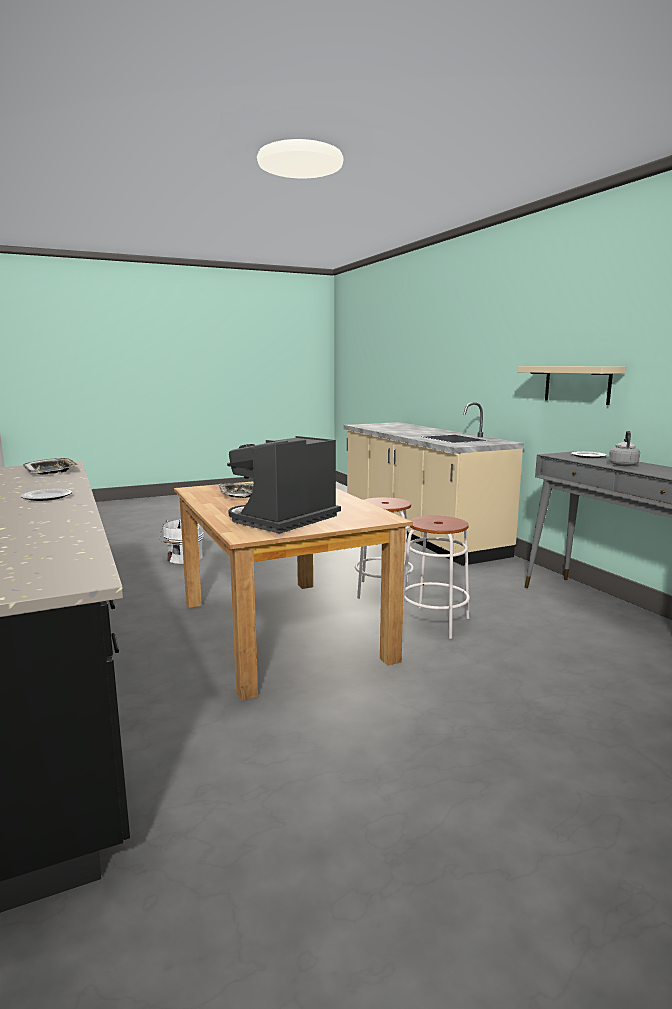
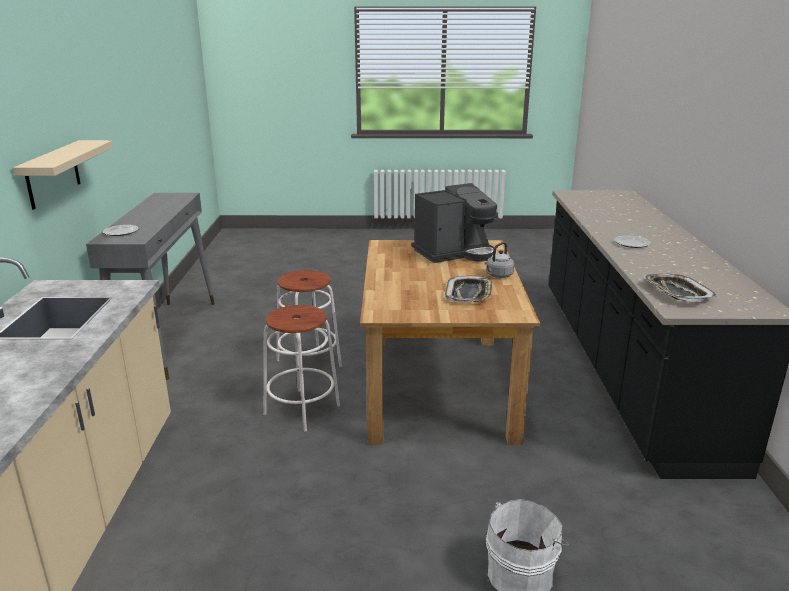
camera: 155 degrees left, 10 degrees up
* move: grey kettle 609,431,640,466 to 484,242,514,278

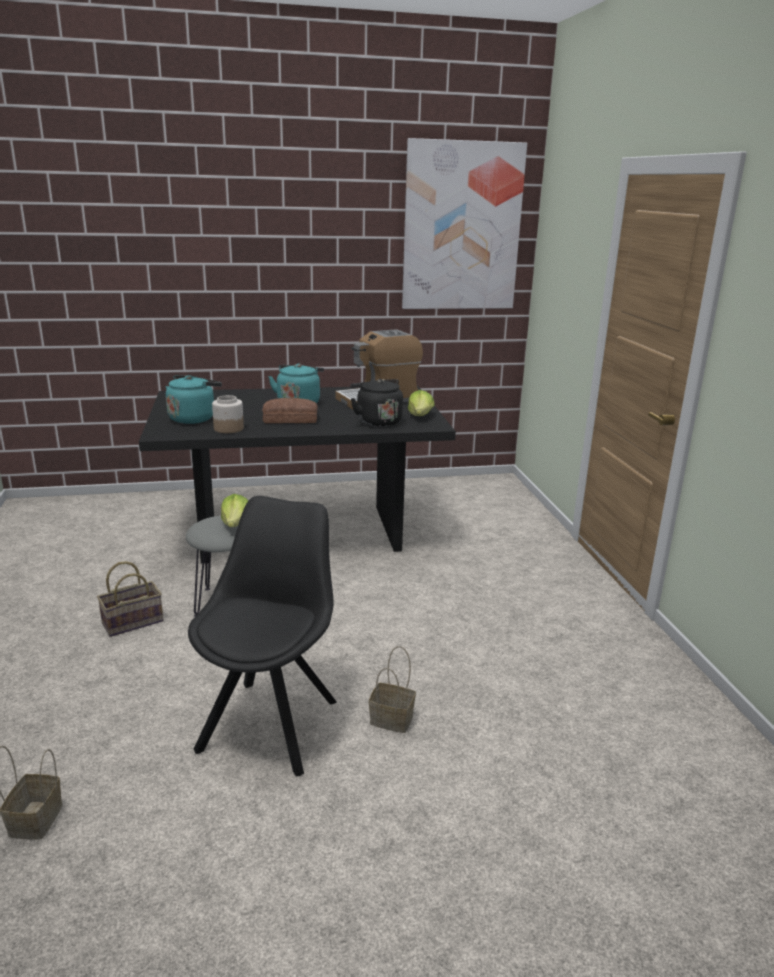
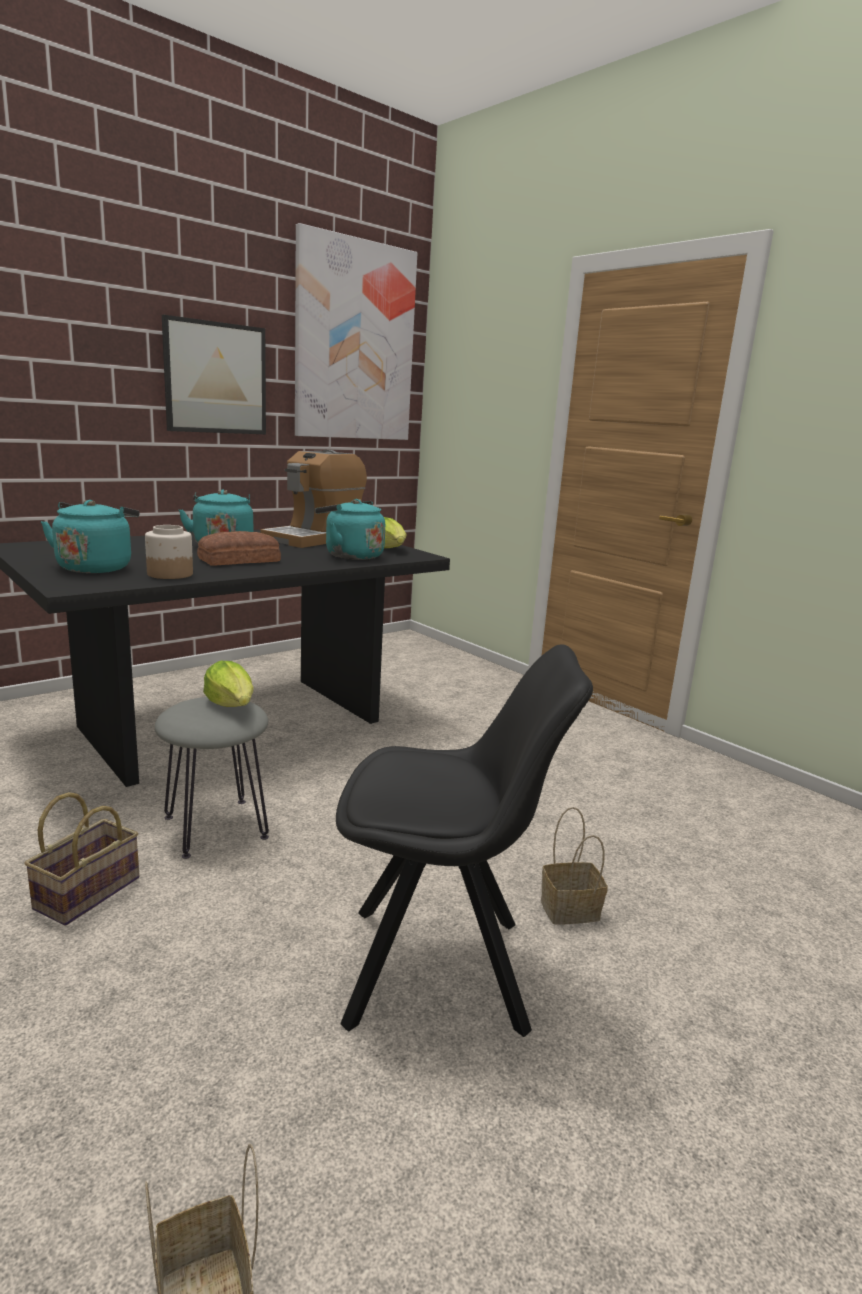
camera: 30 degrees left, 5 degrees down
* insert: picture 162,315,266,434
* recolor: black kettle 350,379,403,427 to turquoise kettle 315,499,385,560
* rotate: black chair 188,496,337,777 = 336,644,593,1037 105 degrees clockwise

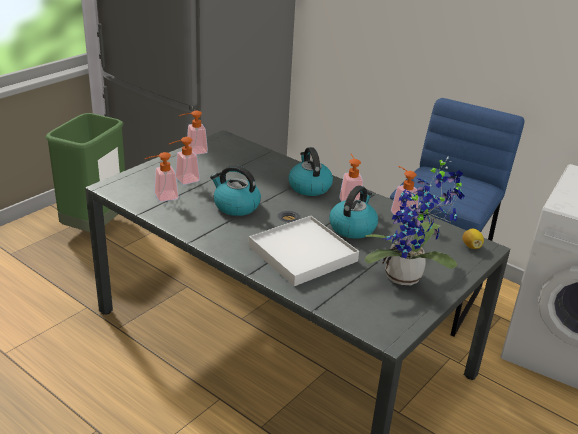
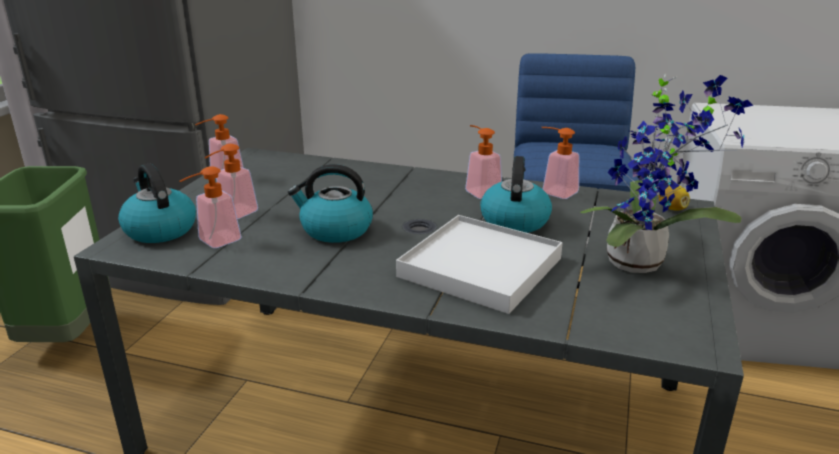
camera: 20 degrees left, 5 degrees down
* move: kettle 288,147,333,196 to 118,164,196,243

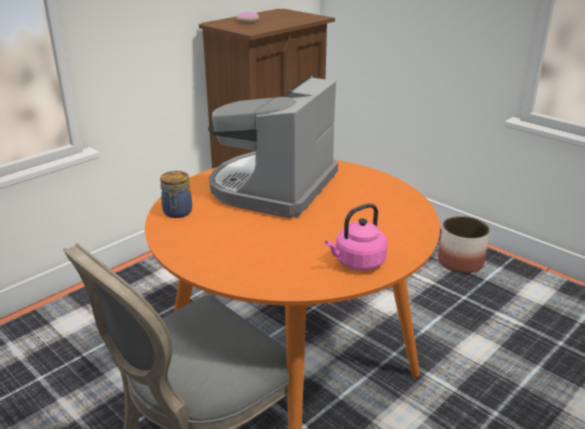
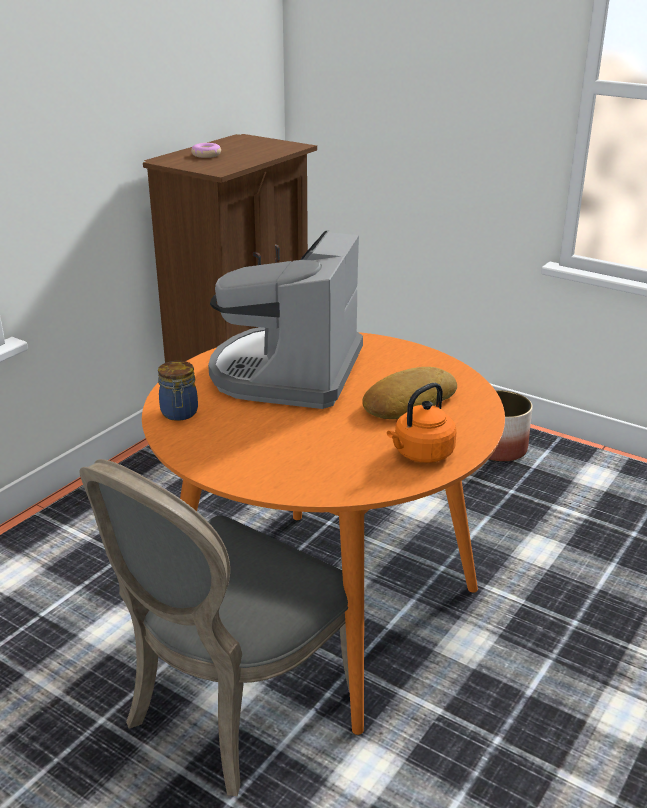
camera: 10 degrees left, 0 degrees up
* insert: bread 362,367,457,419
* recolor: pink kettle 325,203,388,271 to orange kettle 387,383,457,463

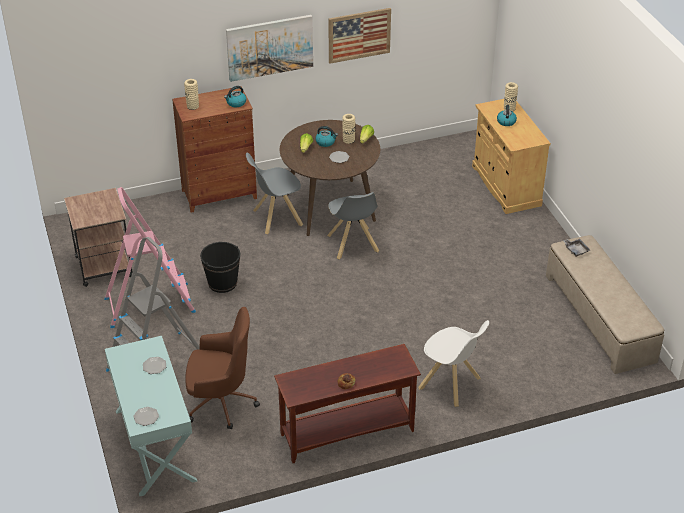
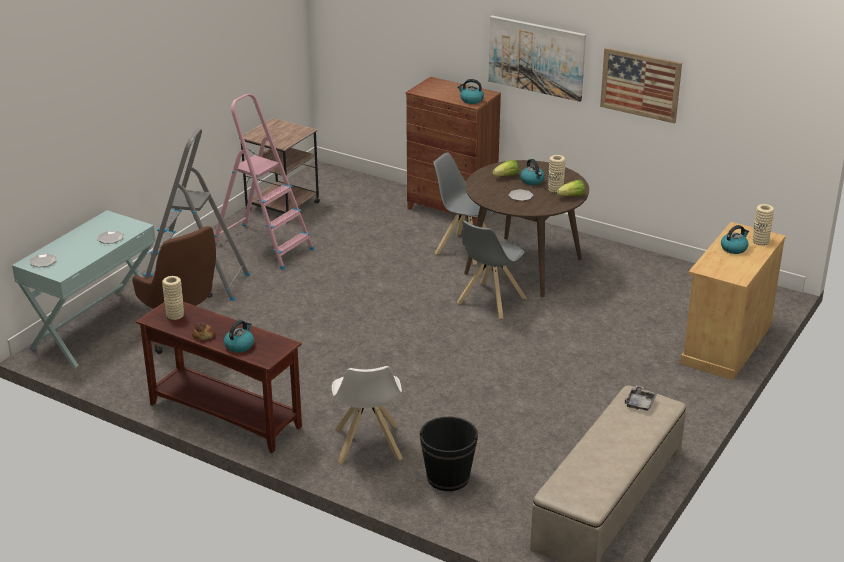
camera: 50 degrees right, 10 degrees down
* insert: kettle 224,320,254,353
* move: beige vase 184,79,199,110 to 162,276,184,320
* move: black bucket 200,242,241,293 to 420,417,478,491

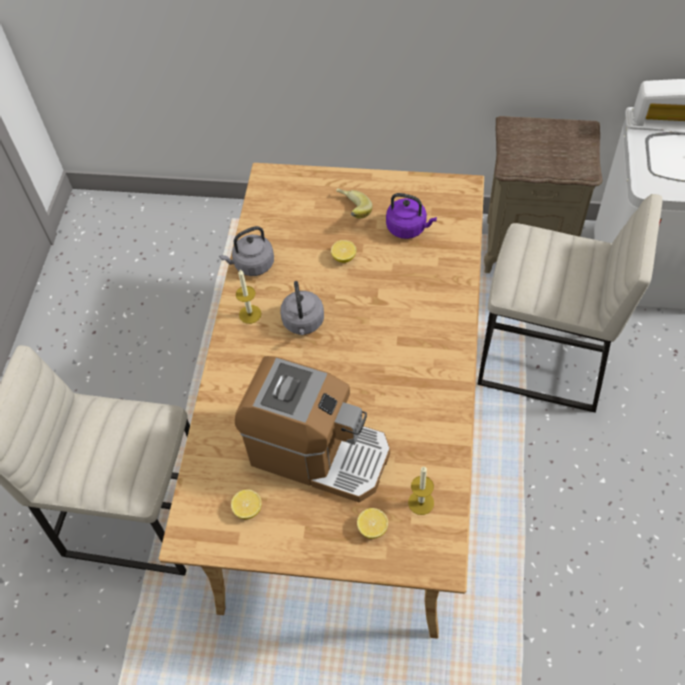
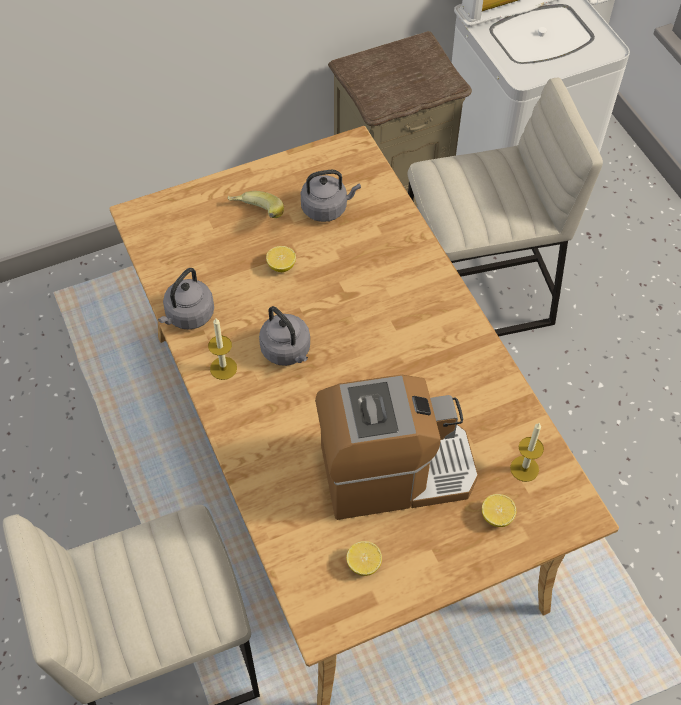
camera: 35 degrees left, 0 degrees up
* recolor: purple kettle 386,193,437,239 to grey kettle 301,170,361,222

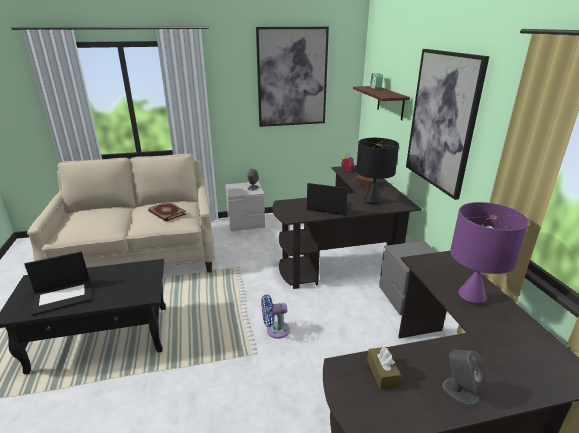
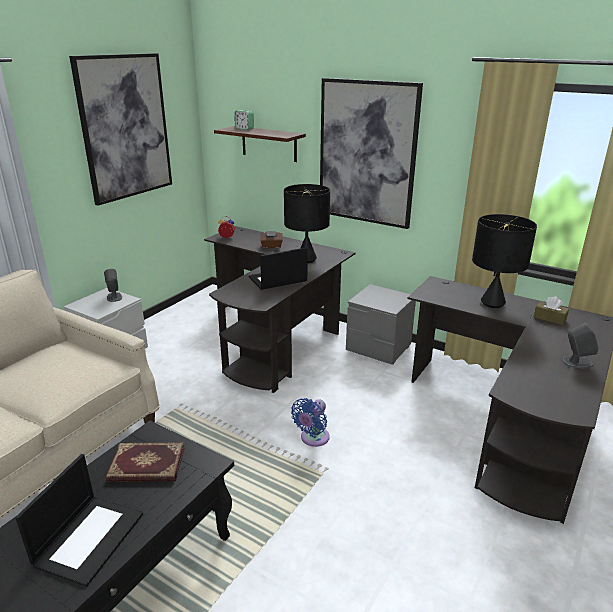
camera: 45 degrees left, 0 degrees up
* move: book 148,201,186,222 to 106,443,185,482
* move: brown tissue box 367,346,401,389 to 534,296,569,325
* recolor: purple table lamp 450,202,529,304 to black table lamp 472,214,537,308

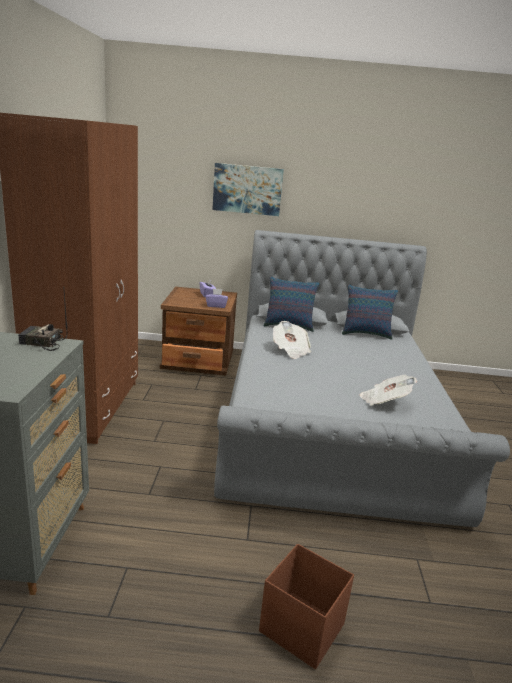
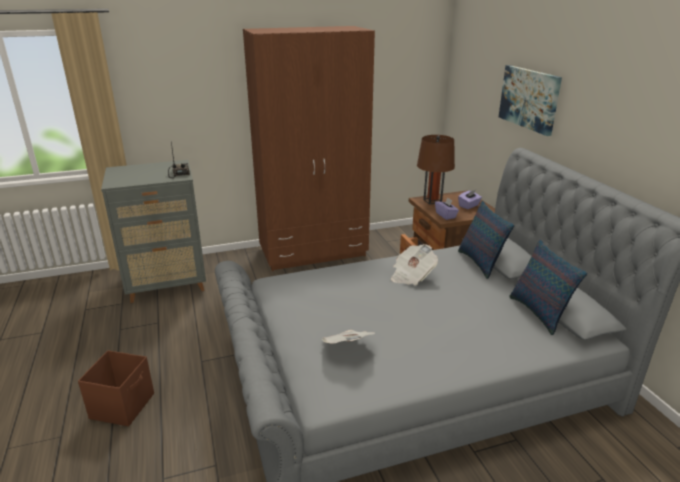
camera: 70 degrees right, 5 degrees up
* insert: brown table lamp 417,135,455,204

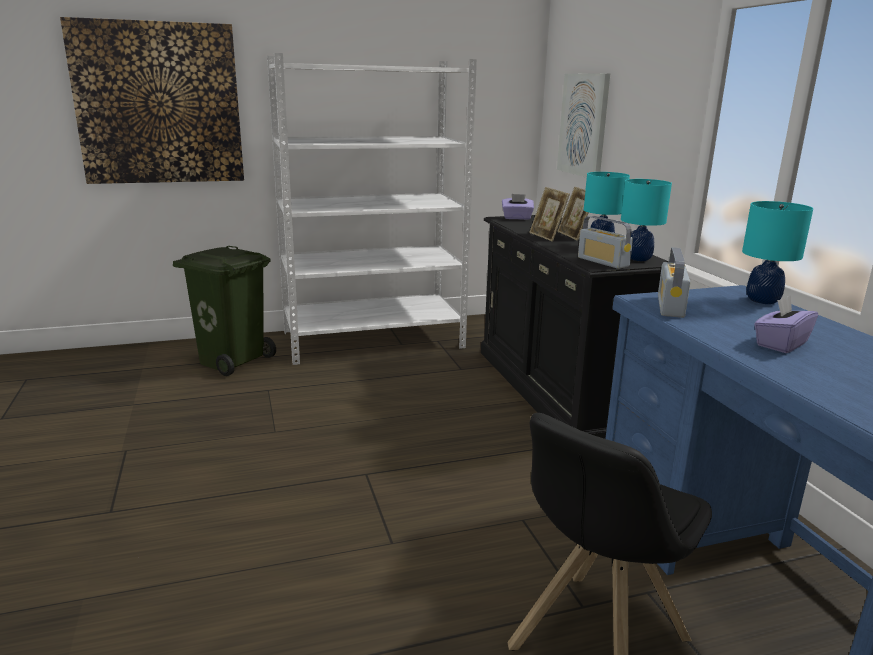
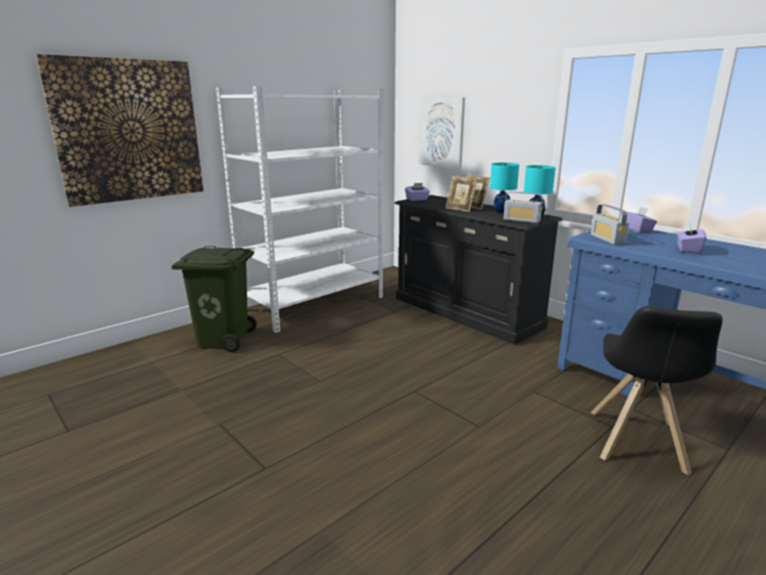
camera: 25 degrees left, 0 degrees up
* replace: turquoise table lamp 742,201,813,304 to purple tissue box 627,206,657,233

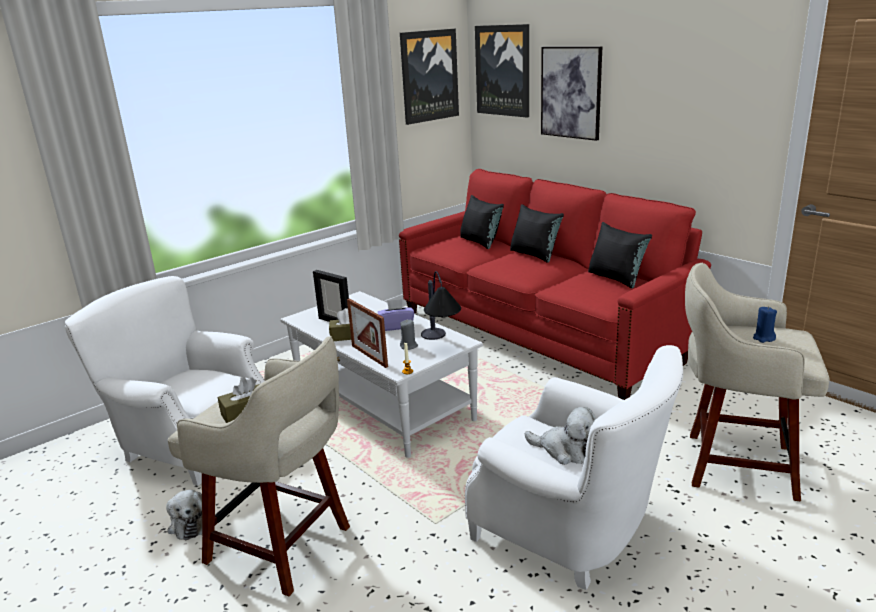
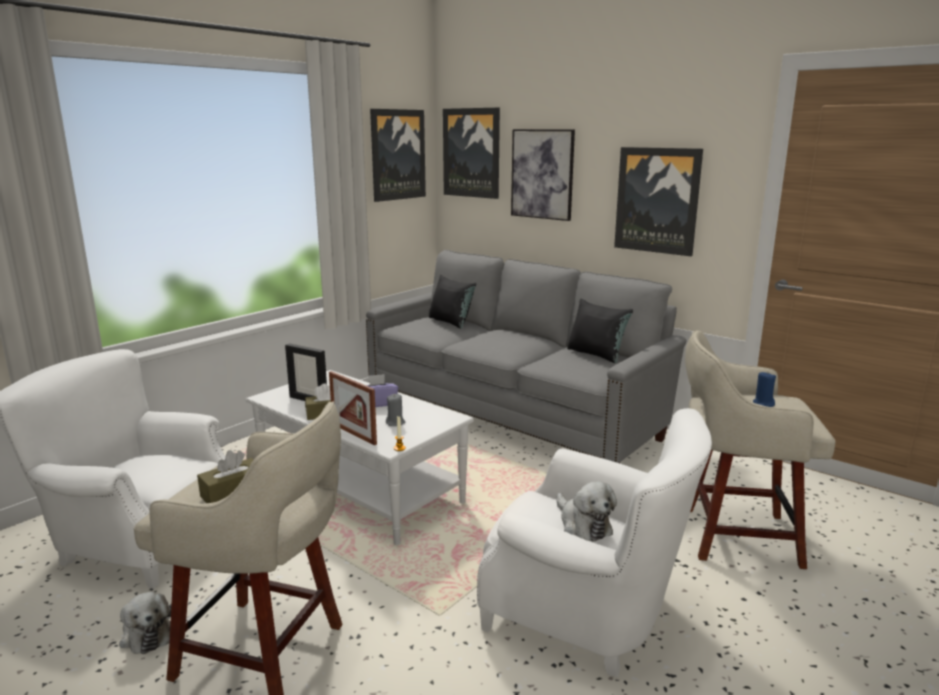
camera: 10 degrees left, 5 degrees down
* delete: table lamp 421,271,461,340
* delete: black pillow 510,204,564,263
* insert: picture 614,147,703,256
* recolor: red sofa 399,169,711,400 to grey sofa 366,250,687,463
* rotate: plush toy 525,407,596,465 = 557,481,617,542 45 degrees clockwise

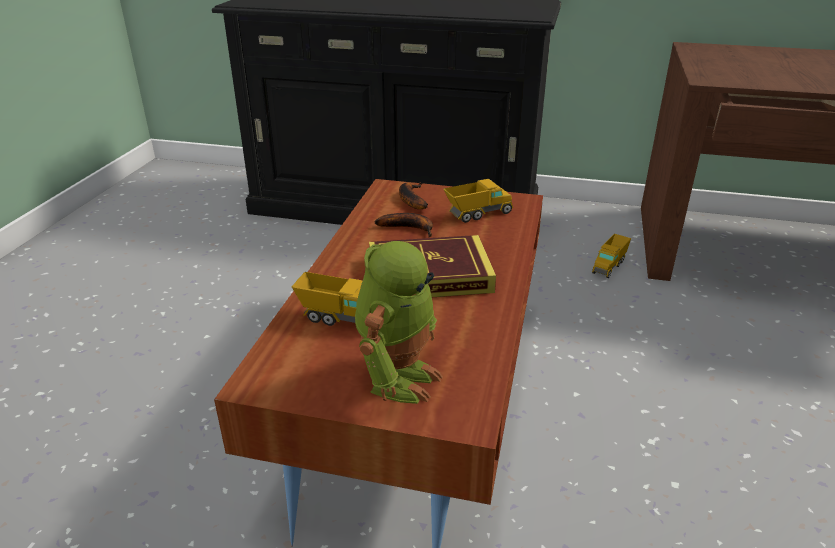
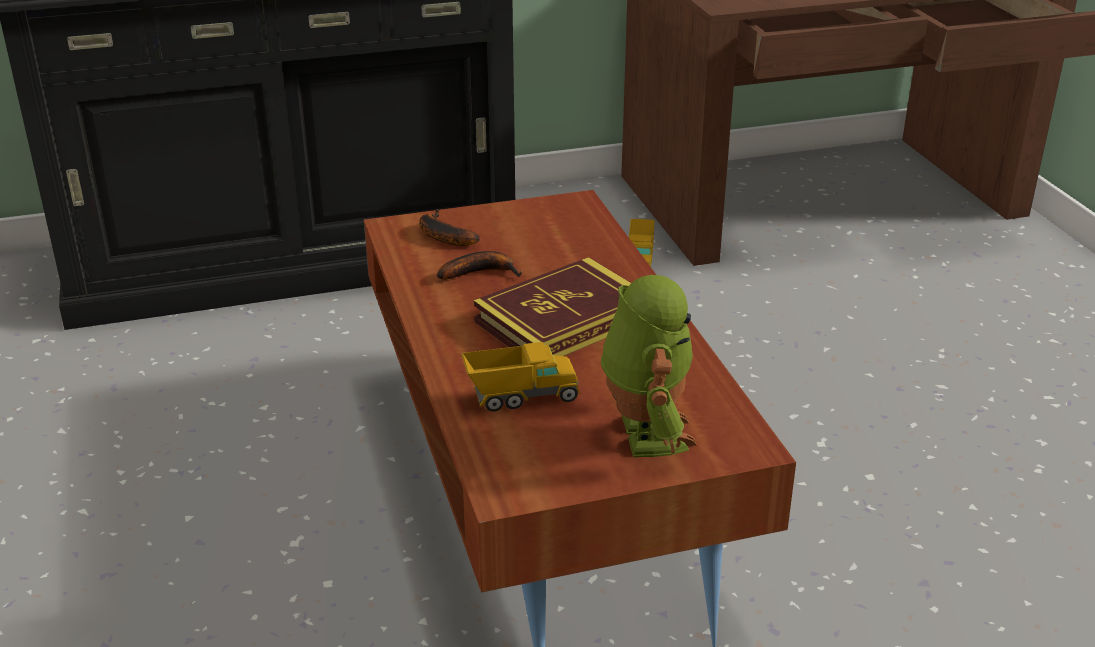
camera: 30 degrees left, 0 degrees up
* delete: toy truck 443,179,513,223

